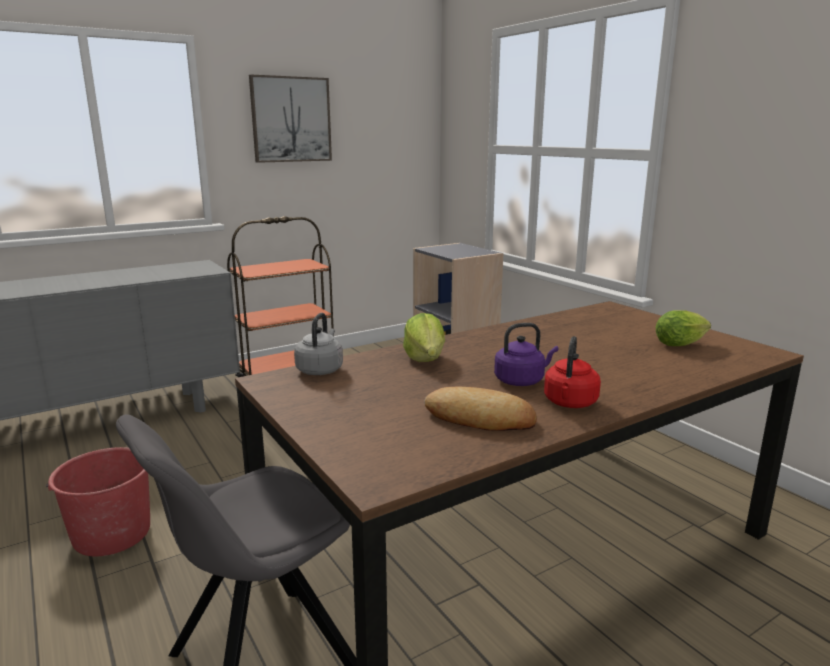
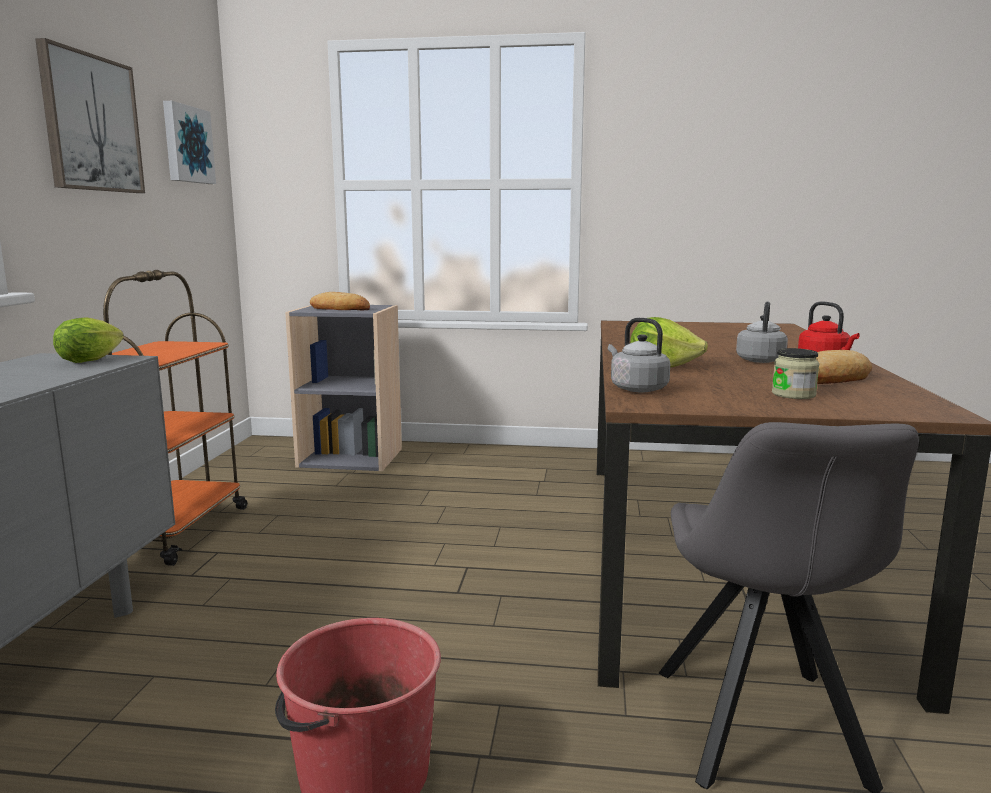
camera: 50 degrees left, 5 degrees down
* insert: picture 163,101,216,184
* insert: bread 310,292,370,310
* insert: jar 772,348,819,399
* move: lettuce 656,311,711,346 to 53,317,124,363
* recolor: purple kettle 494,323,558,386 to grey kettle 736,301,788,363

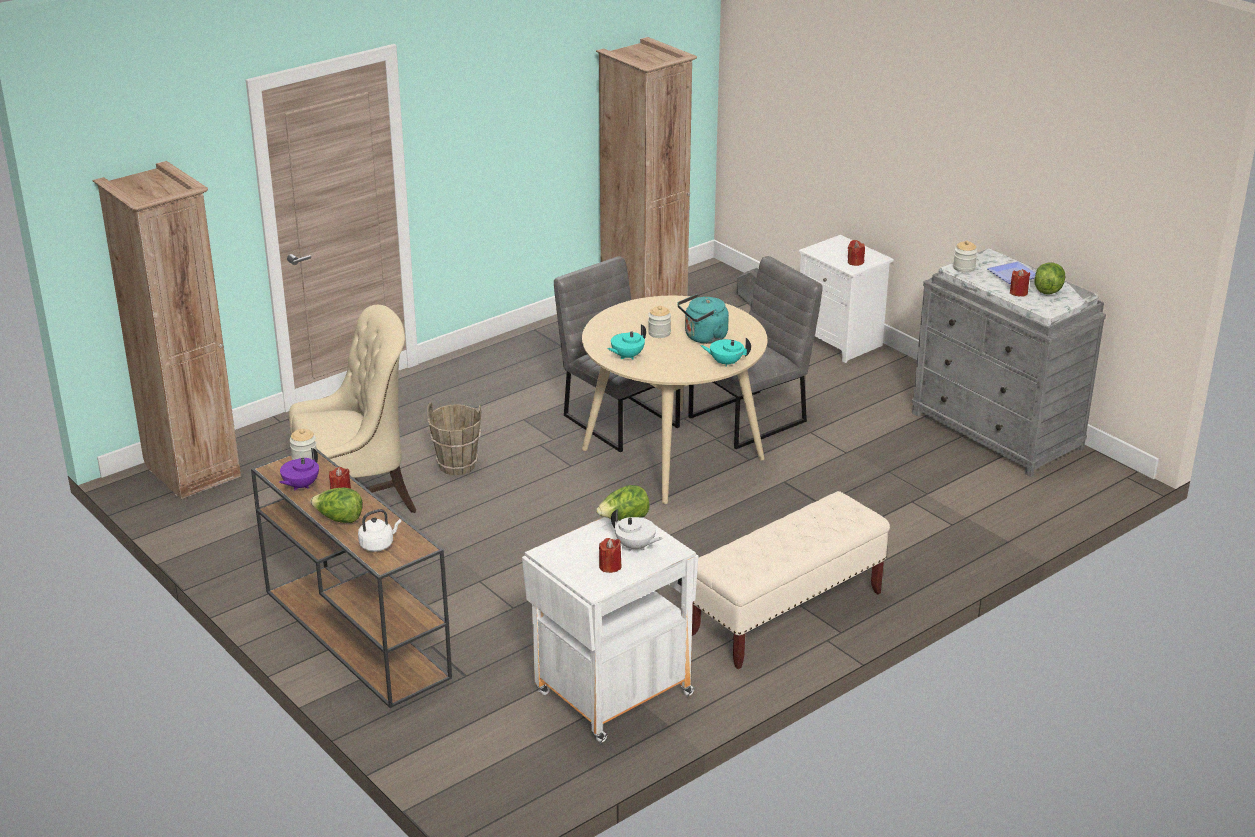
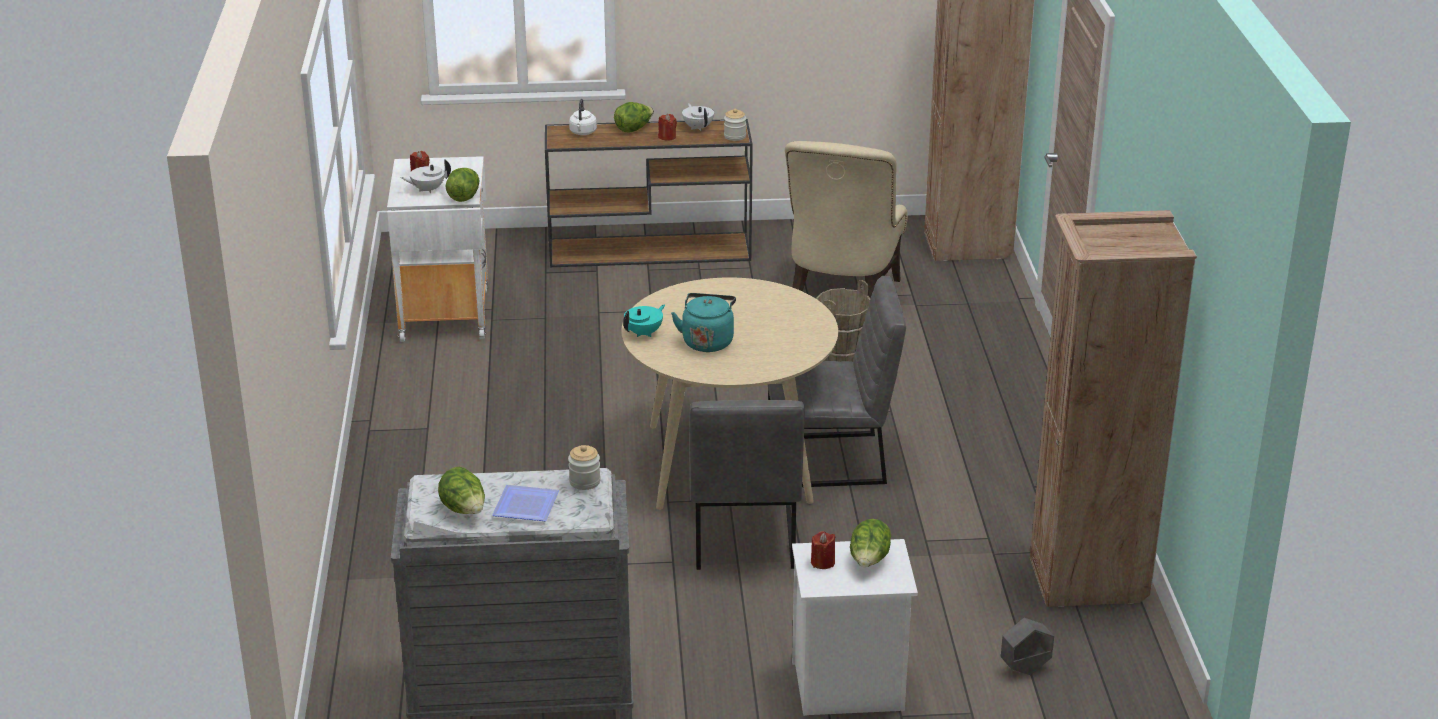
camera: 125 degrees right, 0 degrees up
* delete: turquoise teapot 607,324,646,359
* delete: jar 648,305,671,338
* delete: beige bench 692,491,890,669
* delete: red candle 1010,269,1030,297
* insert: lettuce 850,519,891,567
* recolor: purple teapot 279,448,319,490 to white teapot 682,103,714,131

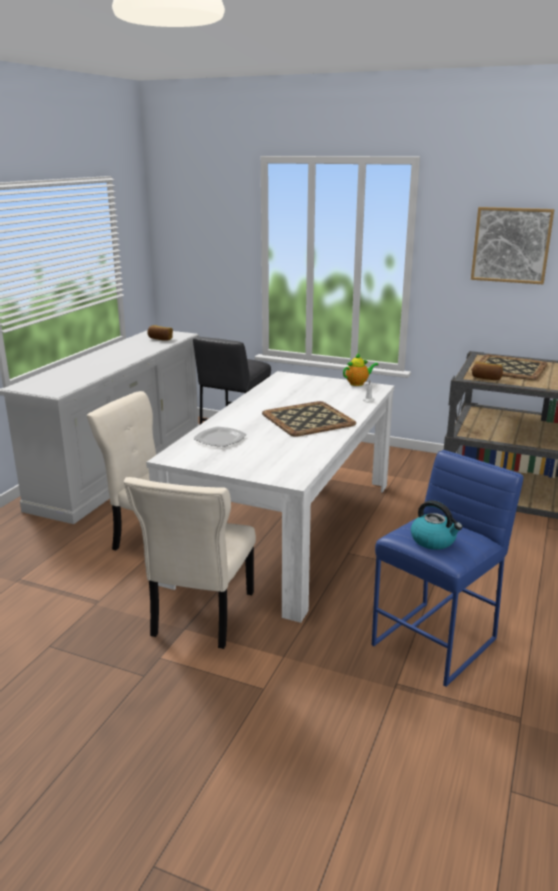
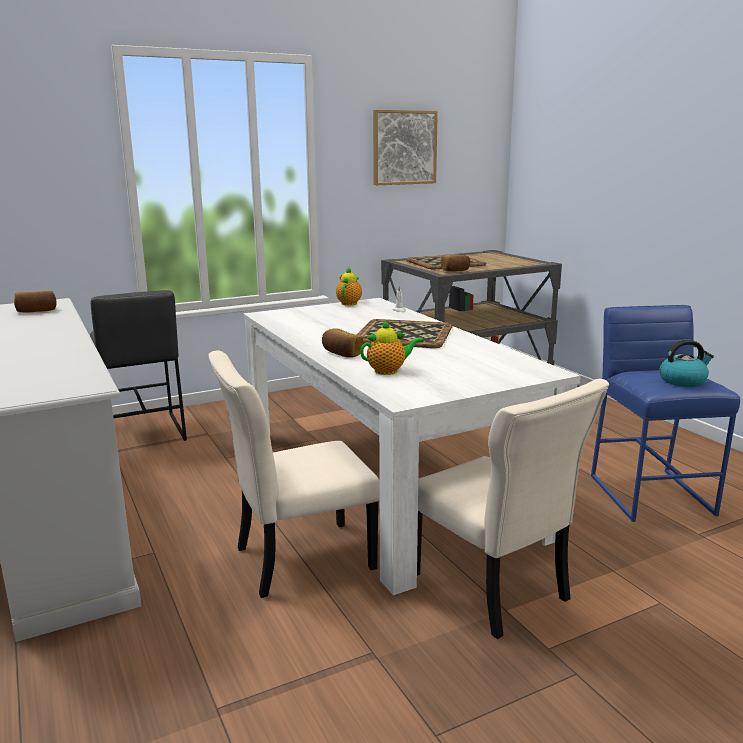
camera: 50 degrees left, 5 degrees down
* insert: bread 322,328,363,358
* replace: plate 193,426,247,447 to teapot 360,320,424,375

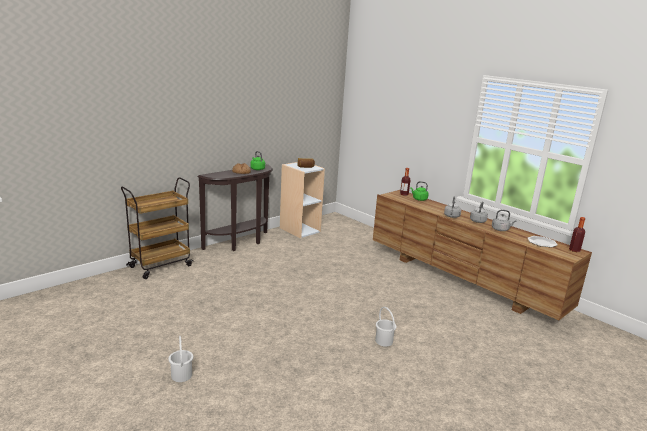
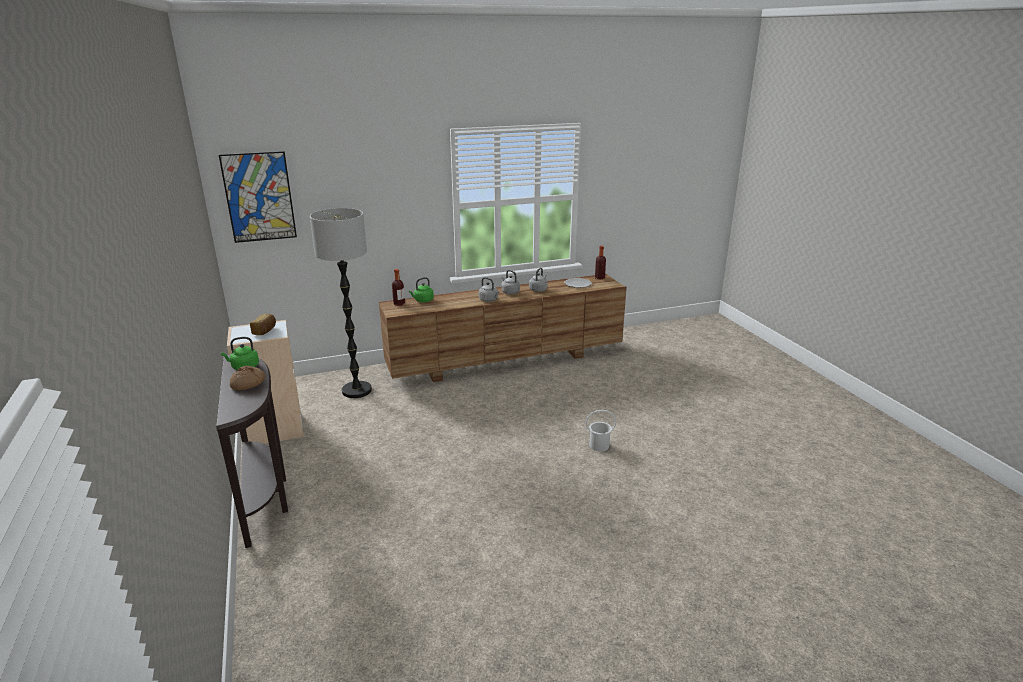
camera: 65 degrees left, 5 degrees up
* delete: brown cart 121,177,193,279
* delete: white bucket 168,336,193,382
* insert: picture 219,151,297,243
* insert: floor lamp 310,208,372,398

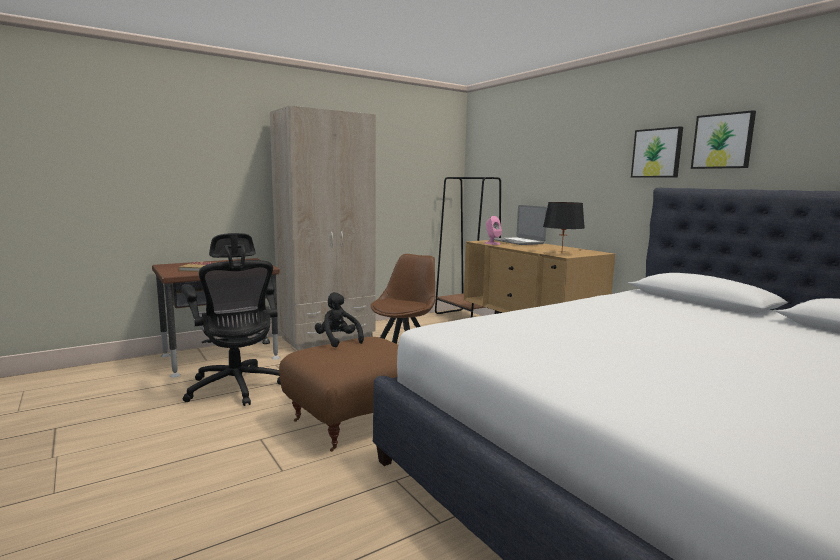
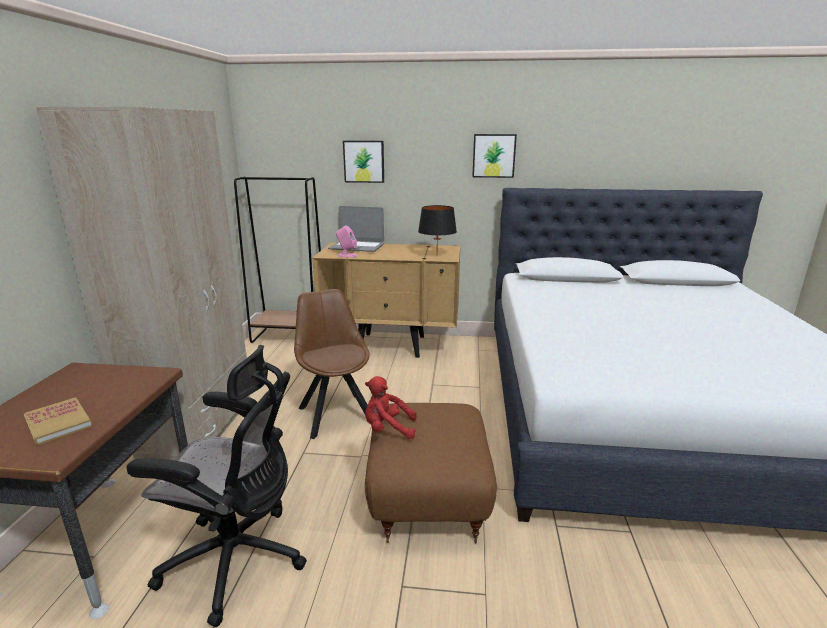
camera: 50 degrees left, 10 degrees up
* move: picture 691,110,756,169 to 343,141,384,183
* recolor: black plush toy 315,292,364,348 to red plush toy 365,376,417,439

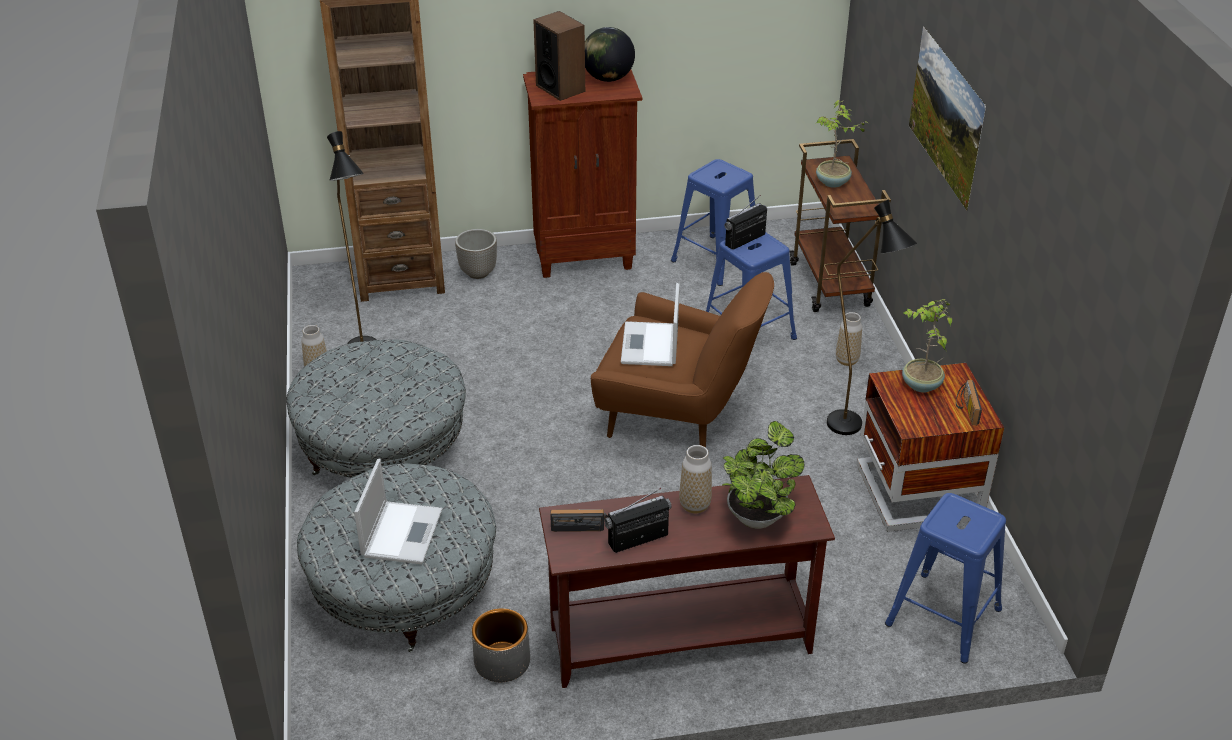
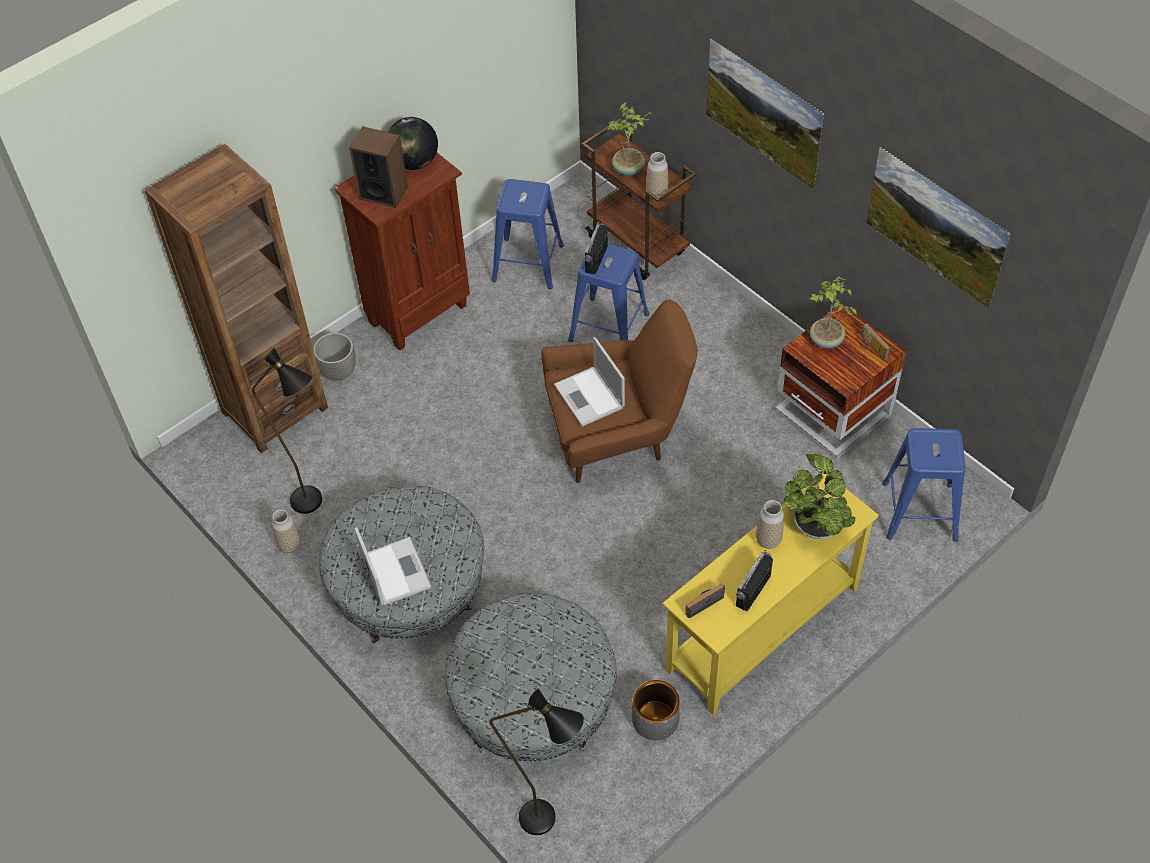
camera: 30 degrees left, 15 degrees up
* insert: picture 866,147,1011,309
* move: laptop 354,459,443,564 to 354,527,431,605
* move: black floor lamp 827,199,917,435 to 489,689,584,835
* move: vase 836,312,862,366 to 646,152,669,197
* recolor: brown console table 539,475,835,688 to yellow console table 662,473,879,715

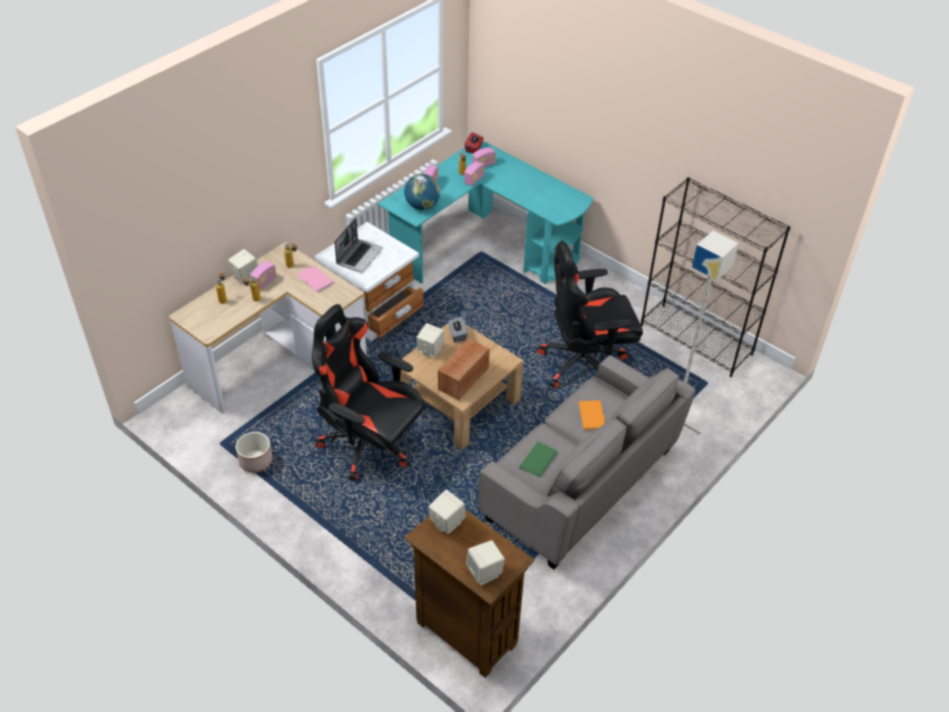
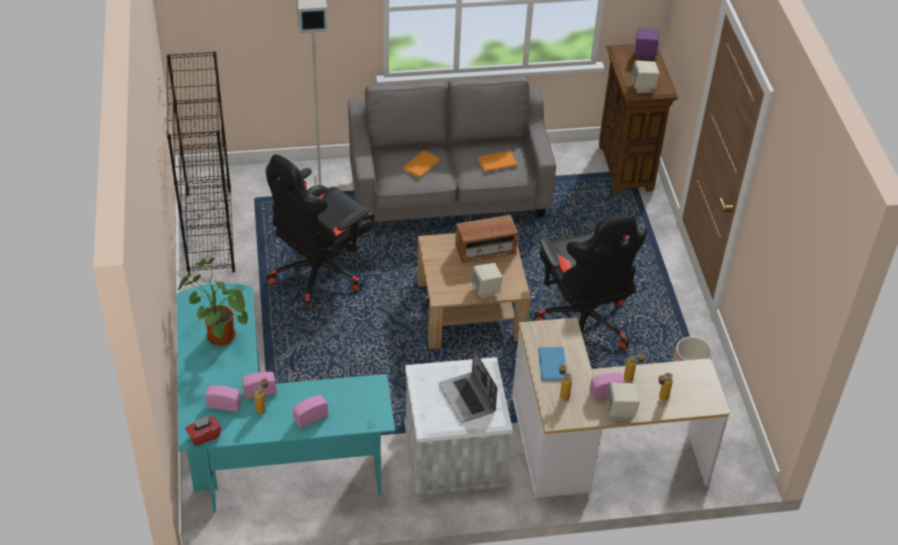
camera: 140 degrees left, 0 degrees up
* delete: globe 404,174,440,210
* delete: grey tissue box 448,316,468,342
* insert: potted plant 178,258,248,346
* recolor: pink book 297,265,334,292 to blue book 538,347,567,381
* recolor: beige speaker 466,540,505,585 to purple speaker 635,28,660,60
* recolor: green book 519,442,557,477 to orange book 478,151,517,172
* rotate: laptop 335,218,383,272 = 439,349,498,423 90 degrees counterclockwise
* rotate: black office chair 537,241,643,389 = 266,155,376,310 105 degrees clockwise

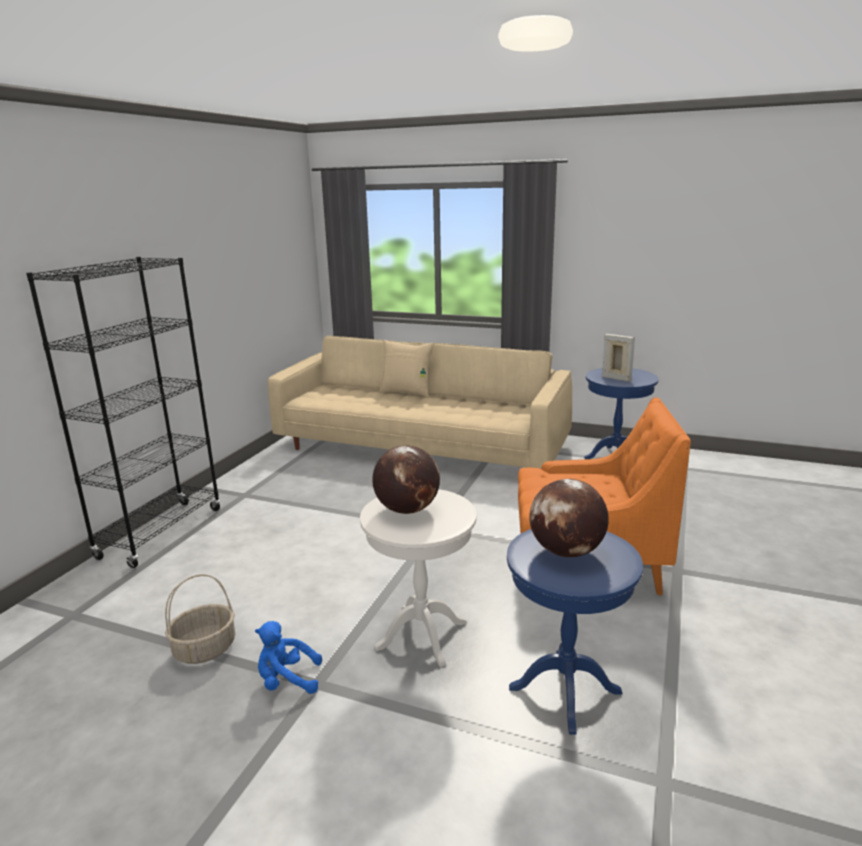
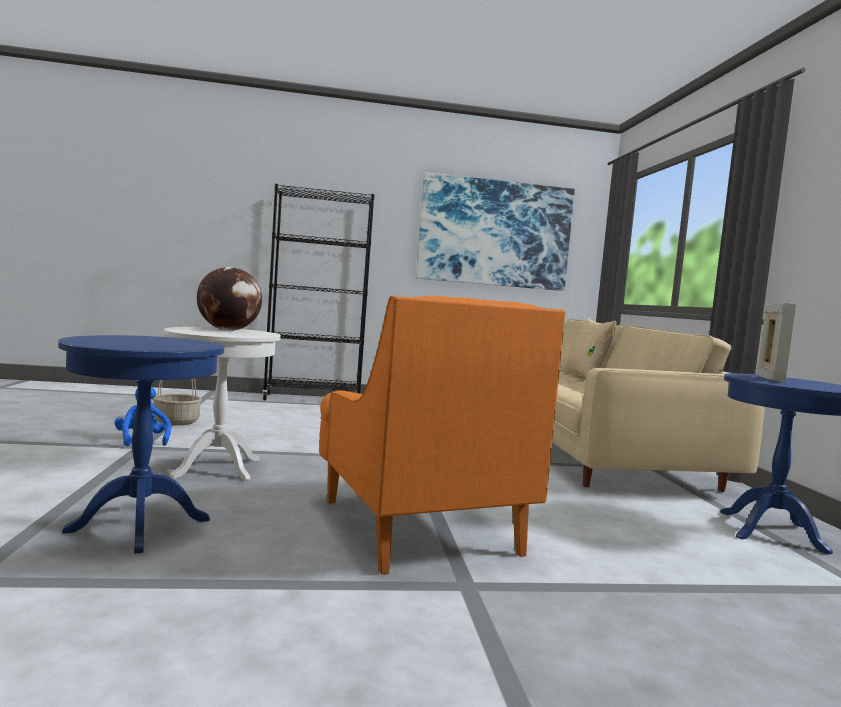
camera: 60 degrees right, 15 degrees down
* delete: globe 529,479,609,558
* insert: picture 416,172,575,291

